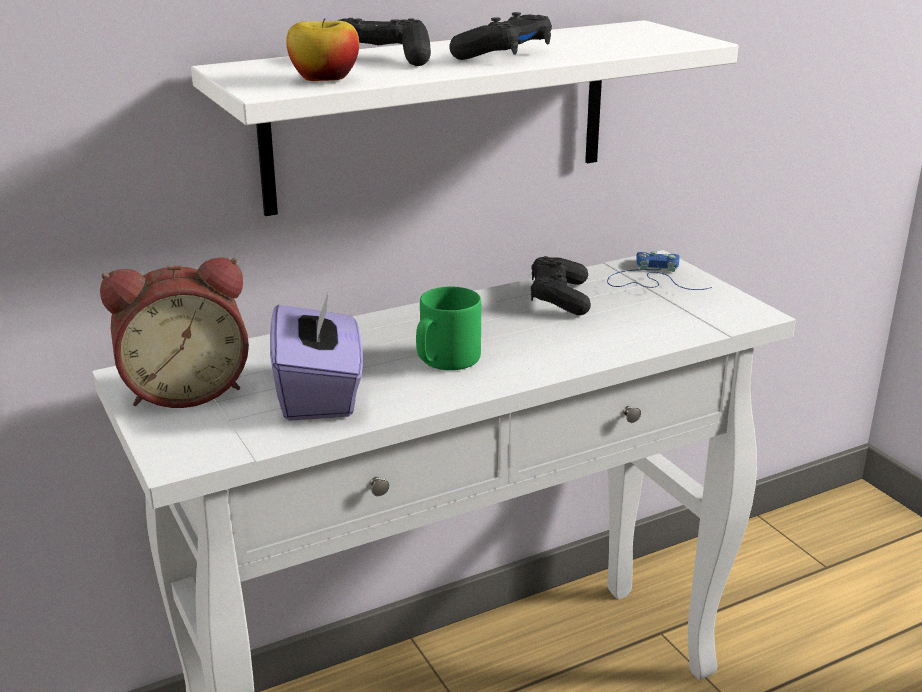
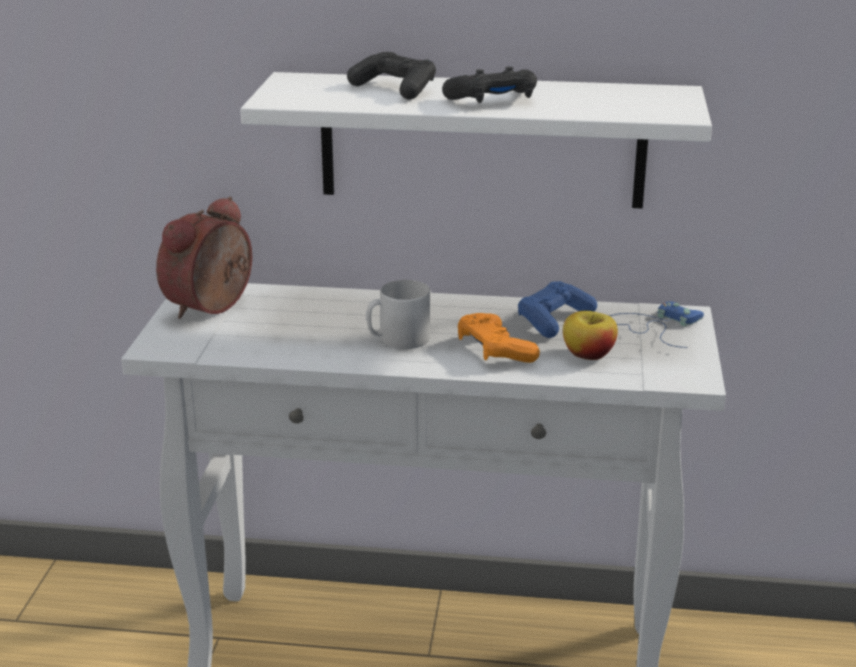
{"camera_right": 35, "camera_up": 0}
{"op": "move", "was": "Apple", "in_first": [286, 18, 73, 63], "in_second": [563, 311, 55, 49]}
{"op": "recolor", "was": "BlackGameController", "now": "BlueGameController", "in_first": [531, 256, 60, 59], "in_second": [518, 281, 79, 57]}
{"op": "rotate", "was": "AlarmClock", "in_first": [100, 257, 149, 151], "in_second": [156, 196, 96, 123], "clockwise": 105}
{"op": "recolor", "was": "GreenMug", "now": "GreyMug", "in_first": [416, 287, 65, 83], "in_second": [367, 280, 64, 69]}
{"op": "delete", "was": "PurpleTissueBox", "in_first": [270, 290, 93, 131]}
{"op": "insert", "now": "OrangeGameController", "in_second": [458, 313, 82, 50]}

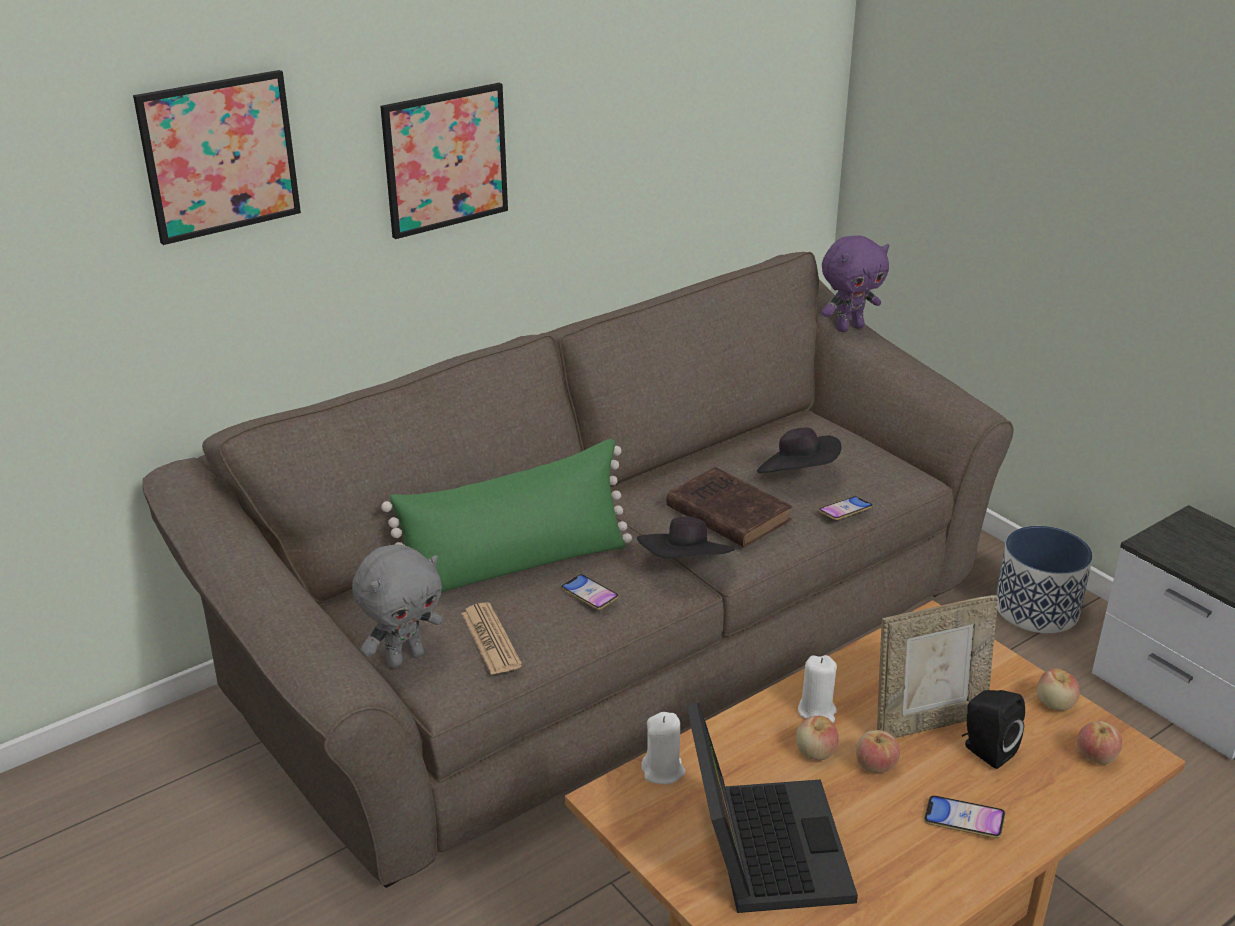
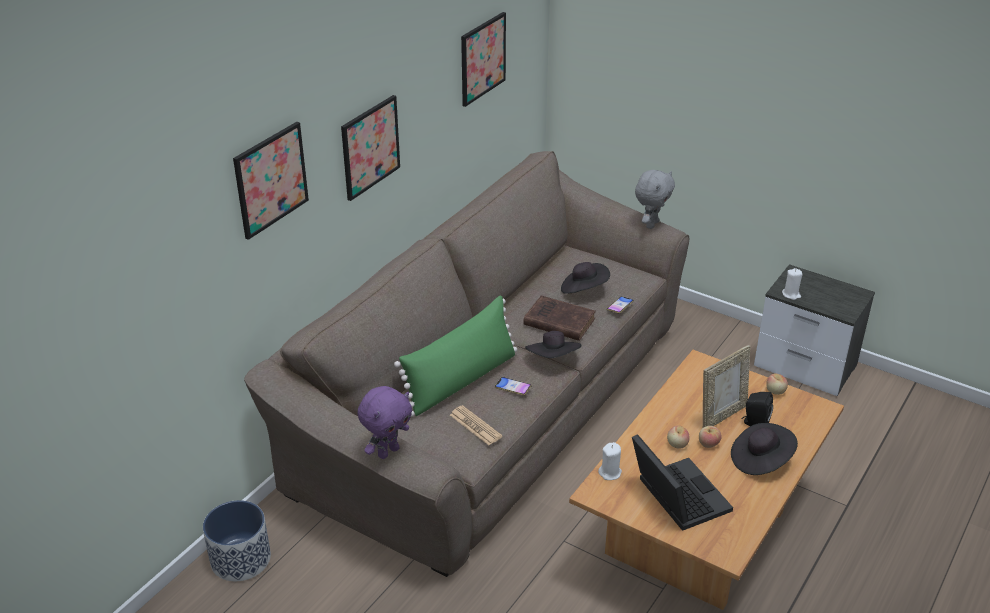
{"camera_right": -20, "camera_up": 5}
{"op": "move", "was": "PurplePlushToy", "in_first": [821, 235, 68, 97], "in_second": [357, 386, 55, 73]}
{"op": "move", "was": "Planter", "in_first": [996, 526, 97, 107], "in_second": [203, 500, 68, 81]}
{"op": "move", "was": "GreyPlushToy", "in_first": [352, 544, 91, 124], "in_second": [635, 170, 40, 59]}
{"op": "move", "was": "WhiteCandle", "in_first": [798, 655, 39, 68], "in_second": [782, 268, 21, 32]}
{"op": "delete", "was": "Apple", "in_first": [1077, 721, 46, 44]}
{"op": "replace", "was": "Phone", "now": "BlackHat", "in_first": [924, 795, 82, 43], "in_second": [731, 423, 67, 52]}
{"op": "insert", "now": "Picture", "in_second": [461, 12, 45, 95]}

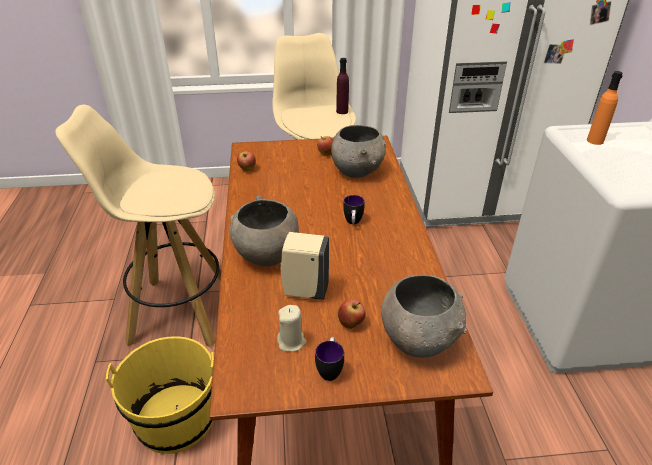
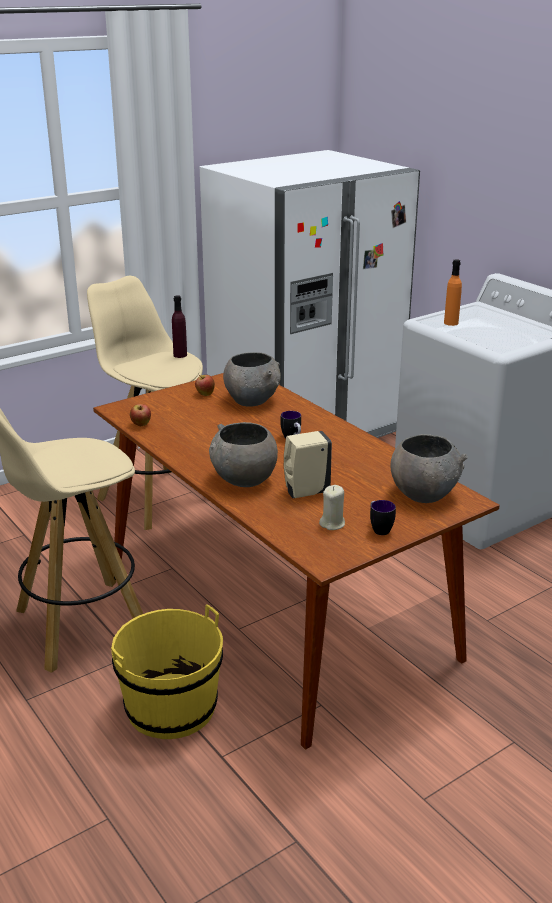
{"camera_right": -30, "camera_up": -10}
{"op": "delete", "was": "Apple", "in_first": [338, 299, 28, 30]}

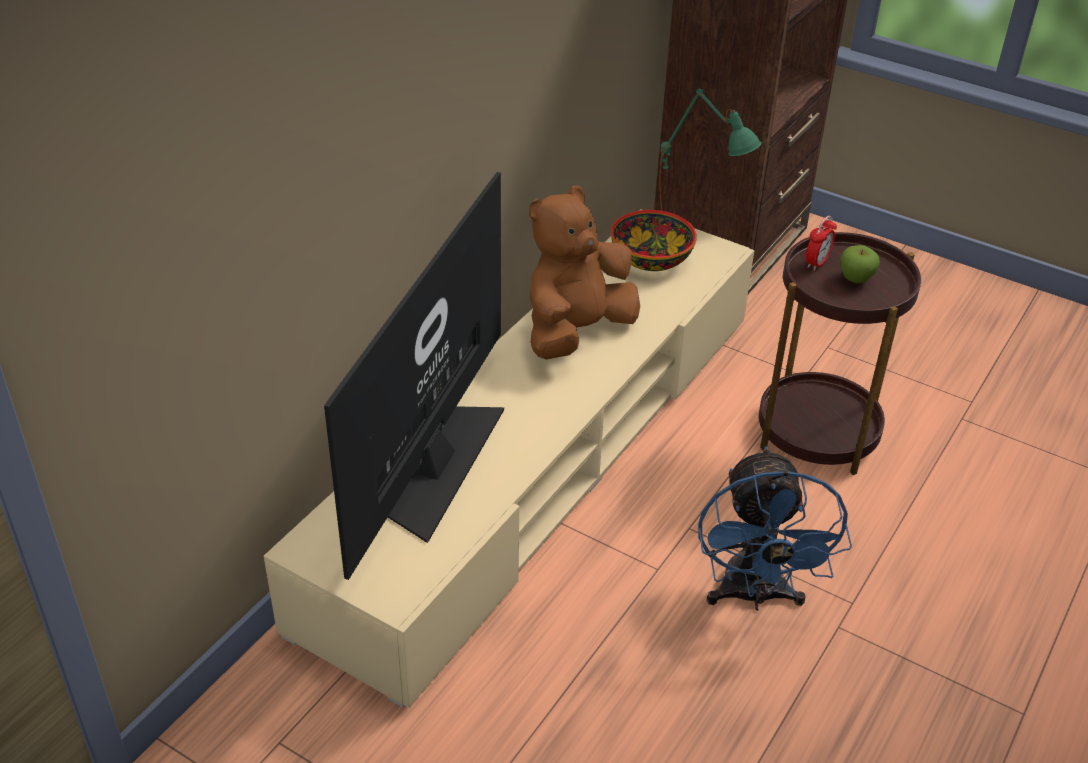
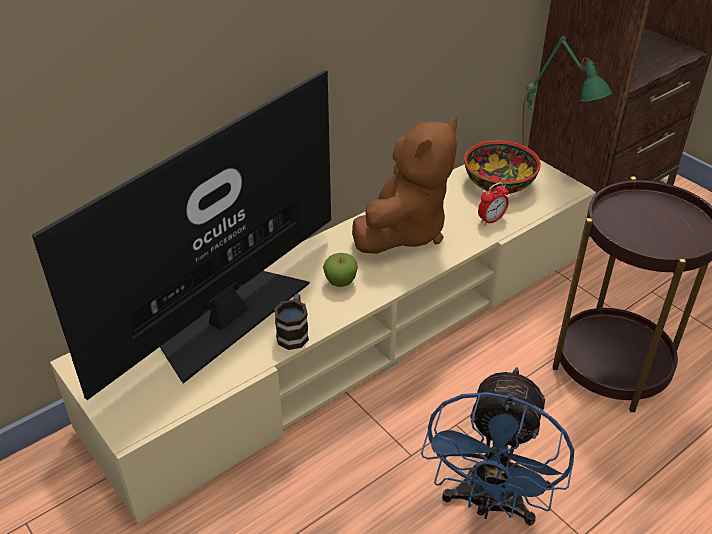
{"camera_right": 20, "camera_up": 0}
{"op": "rotate", "was": "BrownPlushToy", "in_first": [529, 186, 111, 173], "in_second": [352, 118, 105, 136], "clockwise": 150}
{"op": "move", "was": "AlarmClock", "in_first": [806, 216, 31, 55], "in_second": [478, 182, 31, 44]}
{"op": "move", "was": "Apple", "in_first": [840, 245, 40, 38], "in_second": [323, 253, 35, 34]}
{"op": "insert", "now": "Mug", "in_second": [274, 294, 35, 56]}

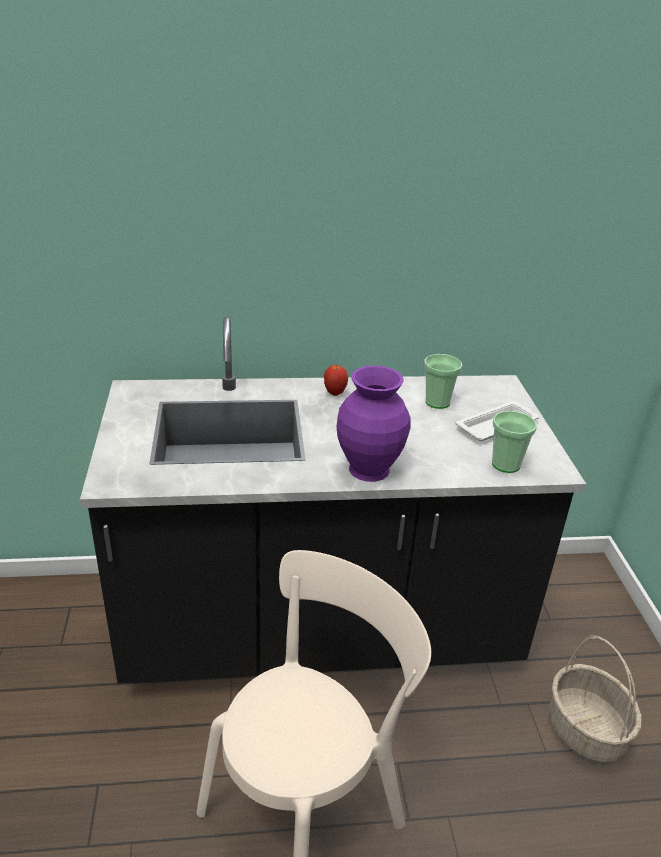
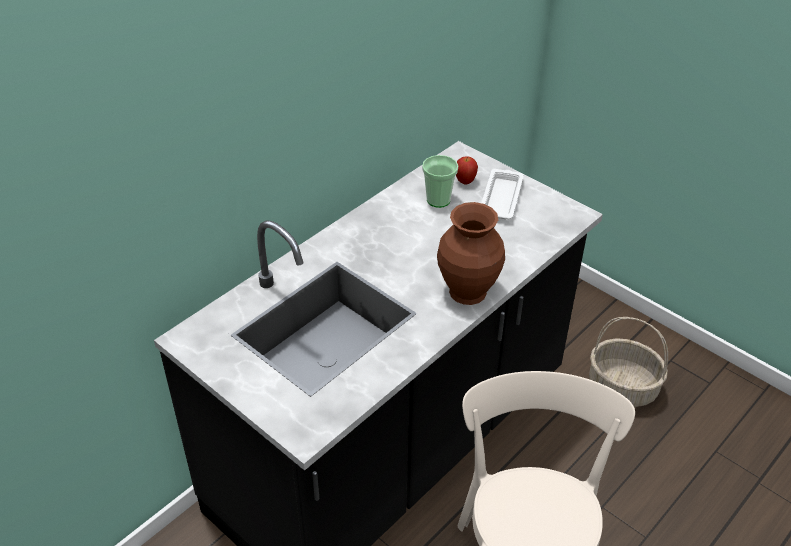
{"camera_right": -40, "camera_up": 10}
{"op": "move", "was": "Apple", "in_first": [324, 365, 24, 31], "in_second": [456, 156, 22, 28]}
{"op": "recolor", "was": "PurpleVase", "now": "BrownVase", "in_first": [336, 365, 75, 117], "in_second": [437, 202, 68, 103]}
{"op": "delete", "was": "Cup", "in_first": [492, 411, 45, 62]}

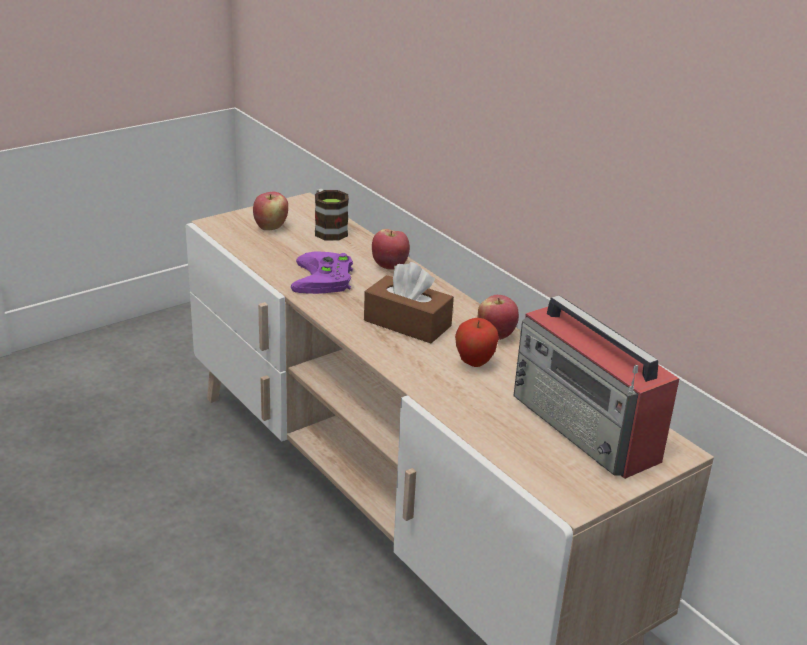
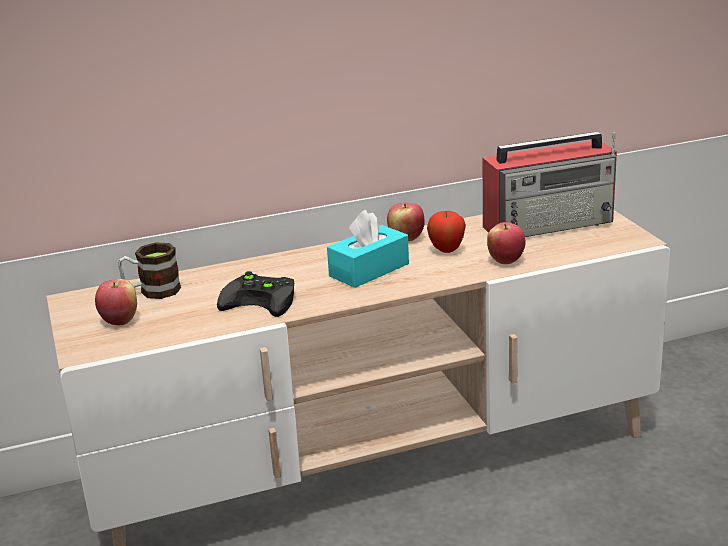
{"camera_right": -70, "camera_up": -5}
{"op": "move", "was": "Apple", "in_first": [372, 229, 38, 41], "in_second": [487, 222, 39, 42]}
{"op": "recolor", "was": "PurpleGameController", "now": "BlackGameController", "in_first": [291, 251, 62, 43], "in_second": [217, 271, 77, 46]}
{"op": "recolor", "was": "BrownTissueBox", "now": "TurquoiseTissueBox", "in_first": [364, 262, 90, 82], "in_second": [327, 210, 82, 78]}

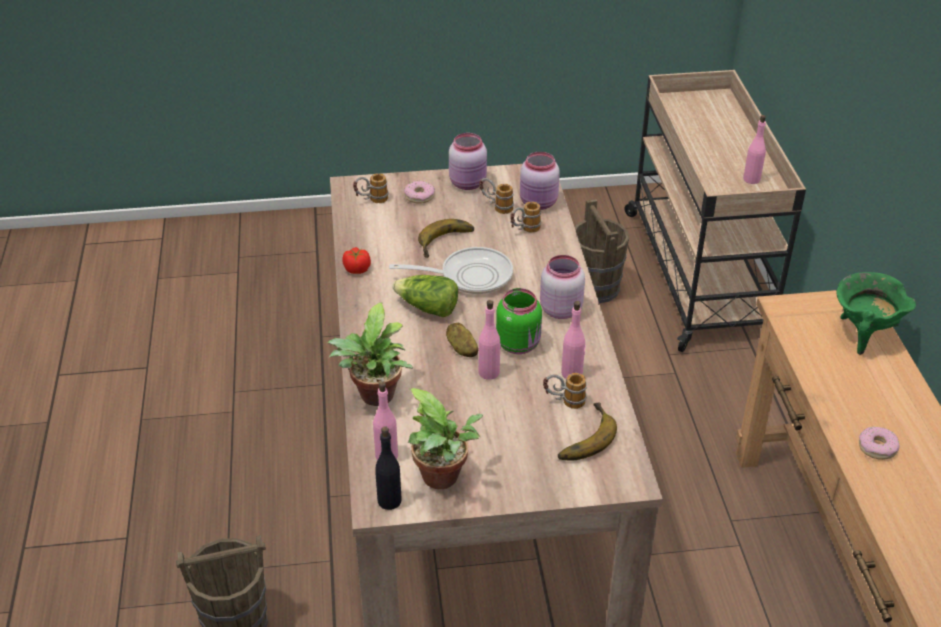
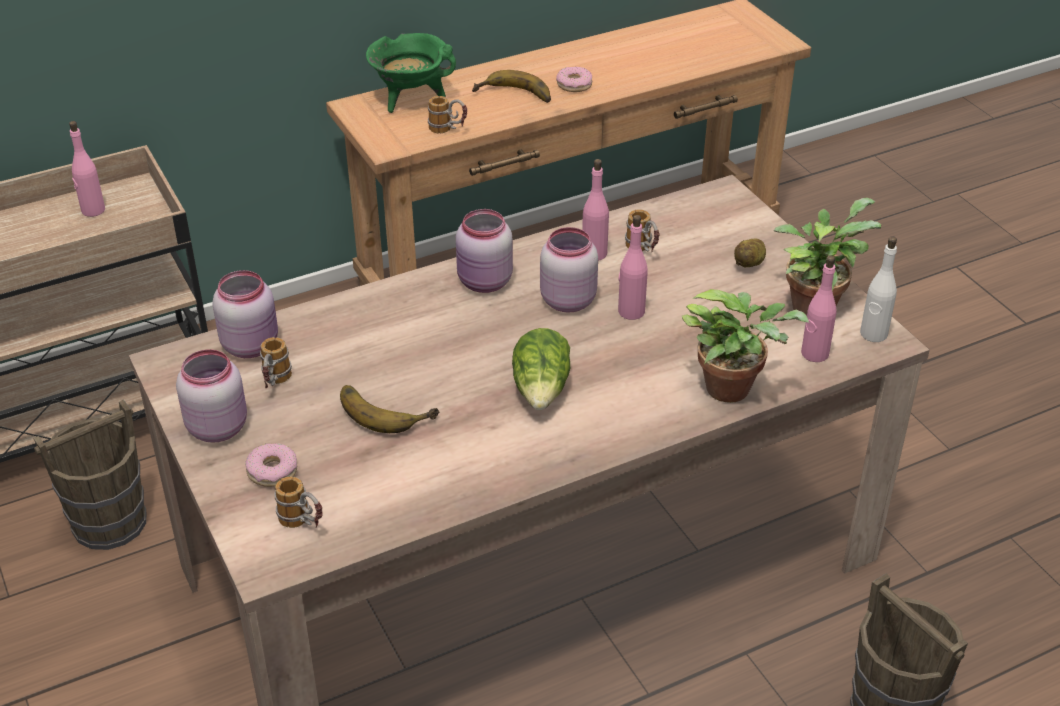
{"camera_right": -110, "camera_up": 0}
{"op": "move", "was": "Mug", "in_first": [510, 202, 31, 31], "in_second": [428, 96, 39, 37]}
{"op": "delete", "was": "Tomato", "in_first": [342, 247, 29, 27]}
{"op": "delete", "was": "FryingPan", "in_first": [389, 247, 124, 47]}
{"op": "recolor", "was": "GreenJar", "now": "PinkJar", "in_first": [496, 288, 46, 66], "in_second": [540, 227, 58, 85]}
{"op": "move", "was": "Potato", "in_first": [446, 322, 32, 35], "in_second": [734, 239, 32, 29]}
{"op": "move", "was": "Banana", "in_first": [558, 402, 59, 59], "in_second": [472, 70, 79, 33]}
{"op": "recolor", "was": "BlackBottle", "now": "WhiteBottle", "in_first": [375, 426, 27, 84], "in_second": [860, 236, 37, 106]}

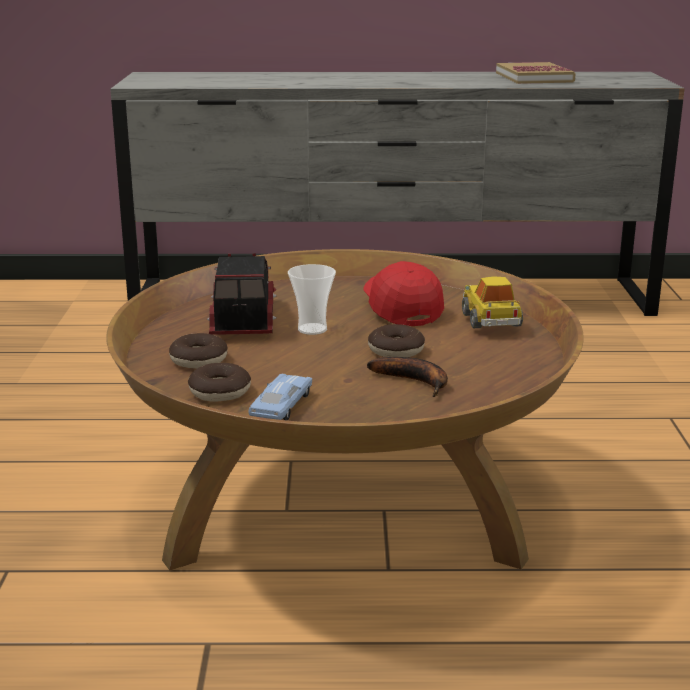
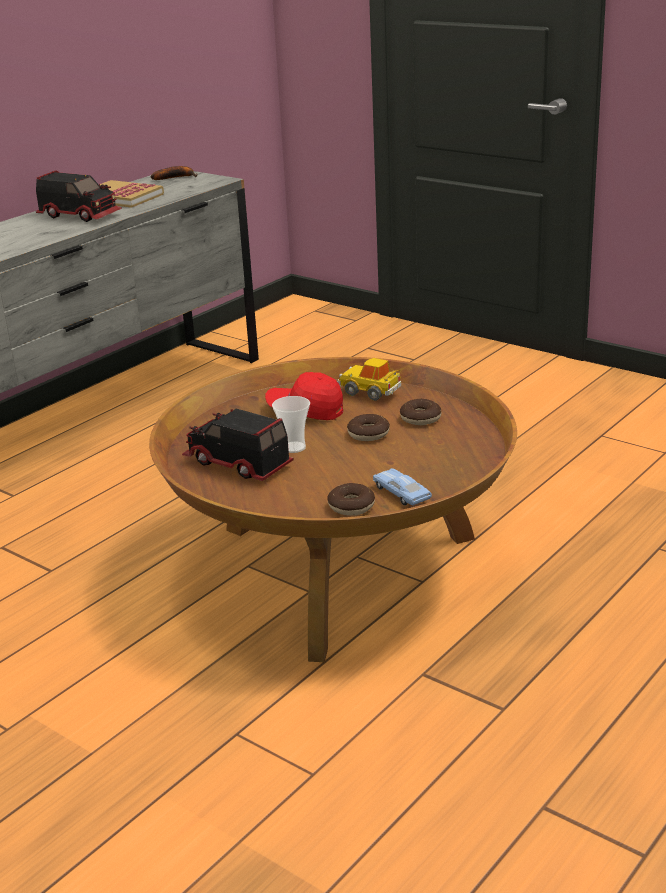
{"camera_right": -50, "camera_up": 5}
{"op": "move", "was": "Donut", "in_first": [169, 333, 59, 36], "in_second": [400, 399, 41, 26]}
{"op": "move", "was": "Banana", "in_first": [367, 357, 81, 40], "in_second": [151, 166, 46, 14]}
{"op": "insert", "now": "ToyTruck", "in_second": [36, 170, 86, 52]}

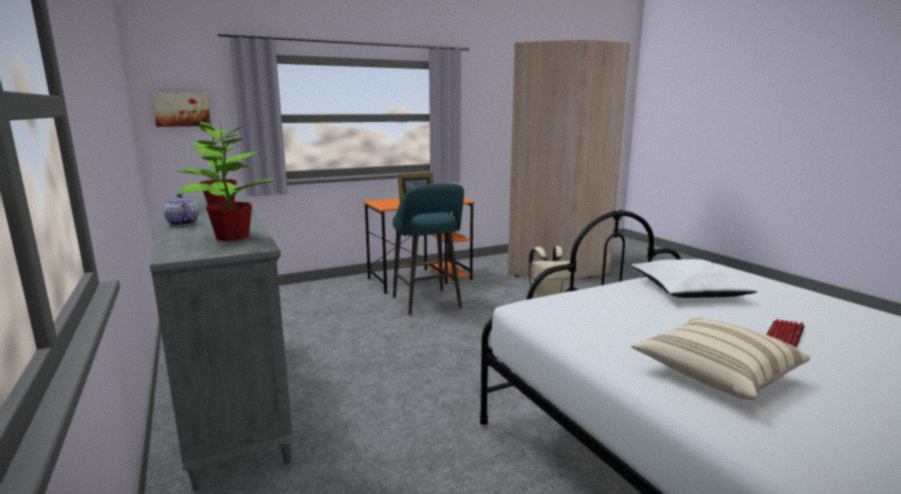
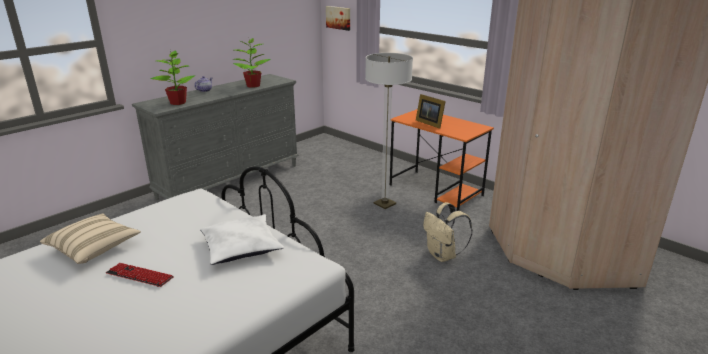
{"camera_right": 70, "camera_up": 10}
{"op": "replace", "was": "TurquoiseStool", "now": "FloorLamp", "in_first": [393, 183, 71, 132], "in_second": [365, 53, 48, 156]}

